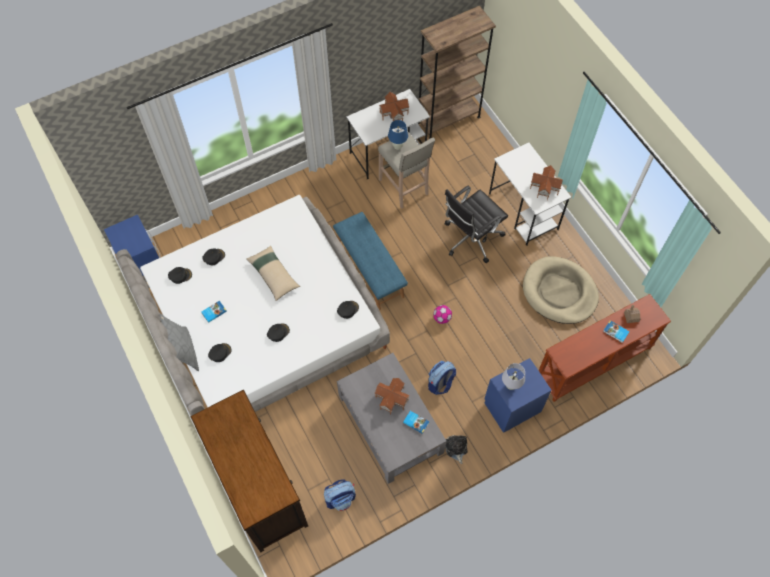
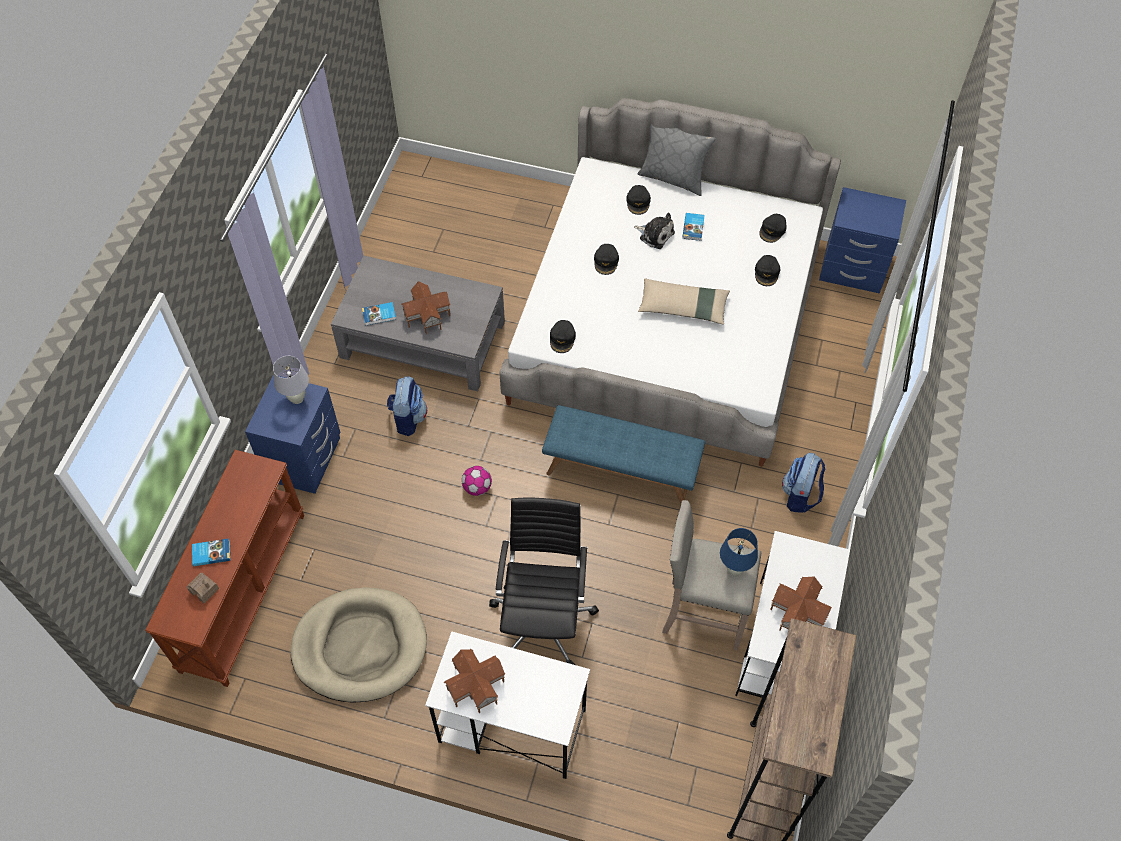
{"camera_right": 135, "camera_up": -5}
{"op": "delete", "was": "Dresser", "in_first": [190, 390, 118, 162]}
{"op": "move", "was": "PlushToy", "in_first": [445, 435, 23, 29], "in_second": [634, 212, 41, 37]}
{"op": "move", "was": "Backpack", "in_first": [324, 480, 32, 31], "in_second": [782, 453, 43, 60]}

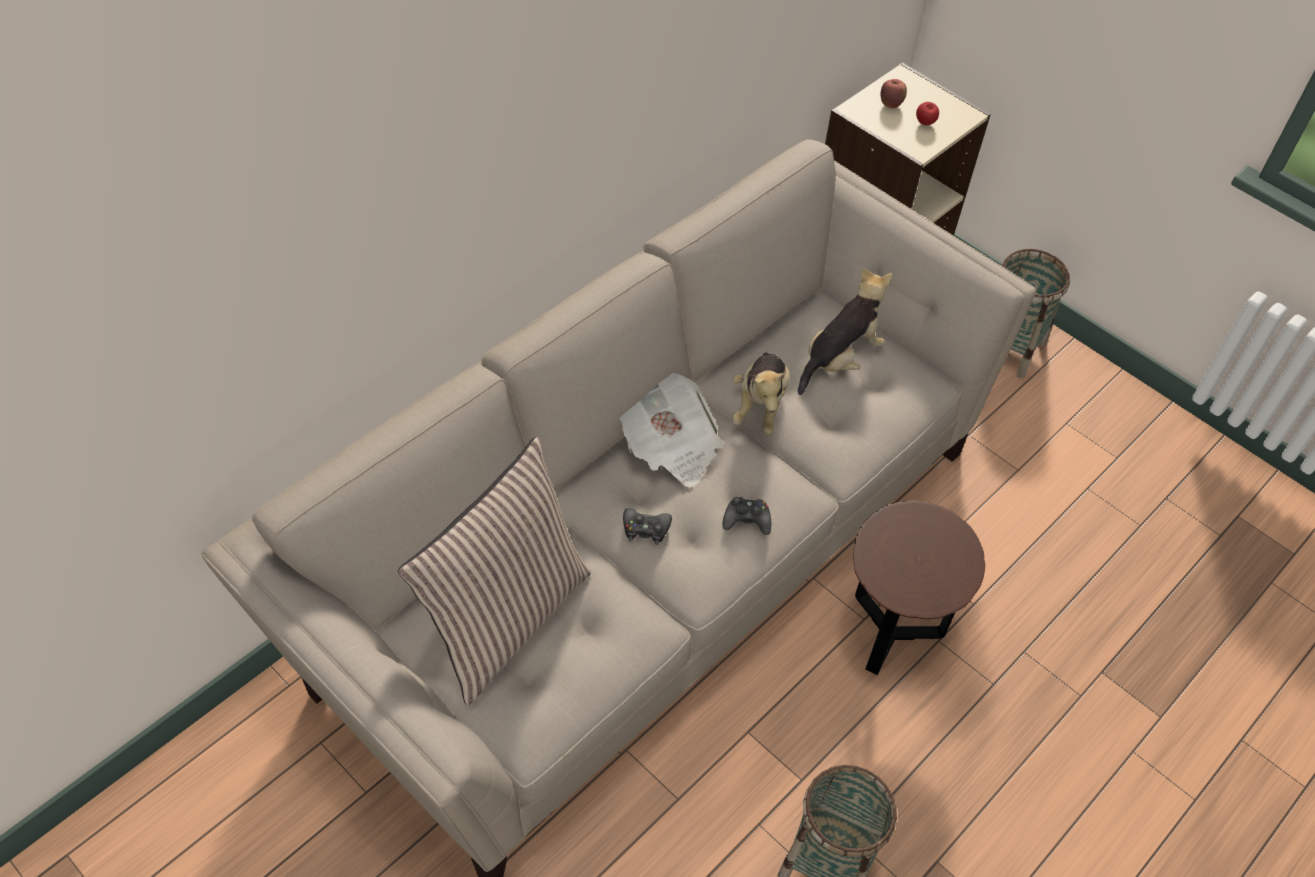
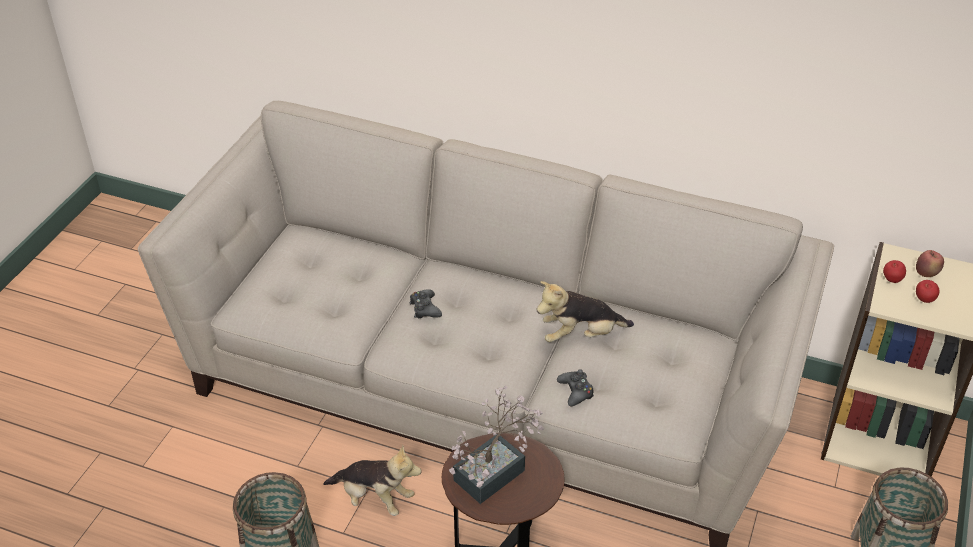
{"camera_right": 70, "camera_up": -10}
{"op": "move", "was": "PlushToy", "in_first": [798, 267, 94, 128], "in_second": [323, 445, 99, 71]}
{"op": "delete", "was": "Newspaper", "in_first": [620, 373, 103, 115]}
{"op": "delete", "was": "Pillow", "in_first": [398, 436, 193, 270]}
{"op": "move", "was": "BlackGameController", "in_first": [722, 497, 49, 38], "in_second": [557, 369, 37, 37]}
{"op": "insert", "now": "Apple", "in_second": [883, 260, 23, 23]}
{"op": "insert", "now": "PottedPlant", "in_second": [449, 386, 96, 118]}

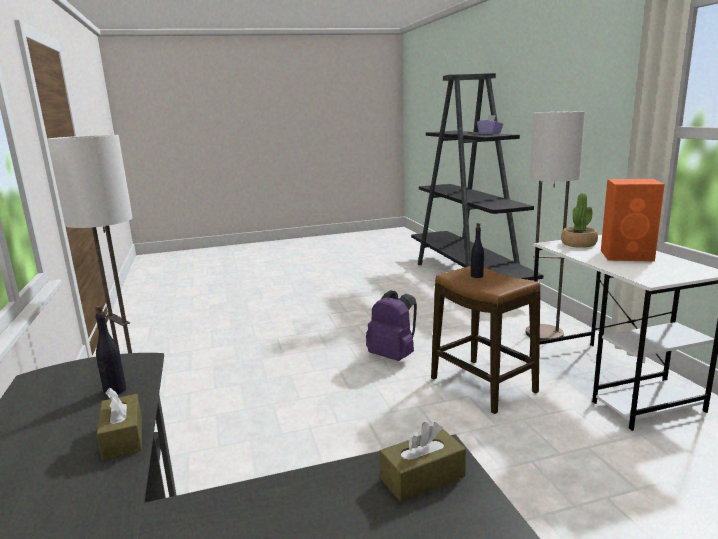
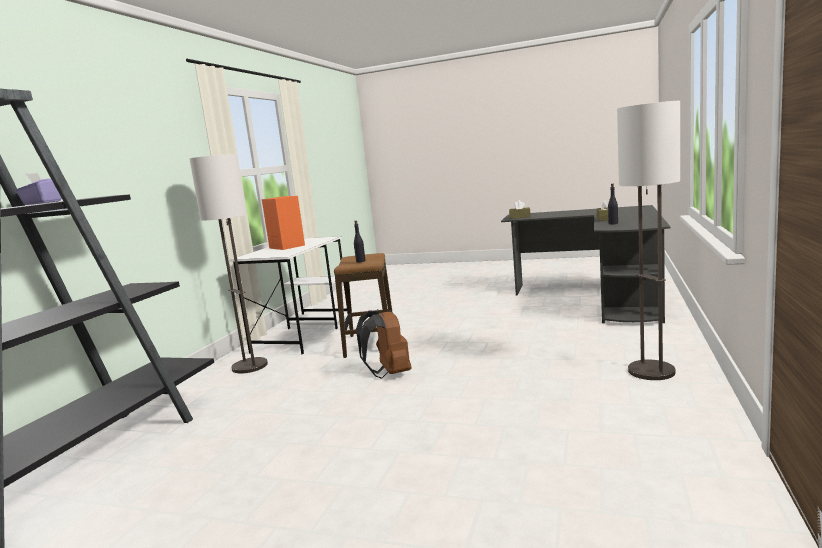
{"camera_right": -145, "camera_up": -5}
{"op": "delete", "was": "PottedPlant", "in_first": [561, 193, 37, 55]}
{"op": "recolor", "was": "PurpleBackpack", "now": "BrownBackpack", "in_first": [366, 290, 51, 71], "in_second": [356, 309, 55, 70]}

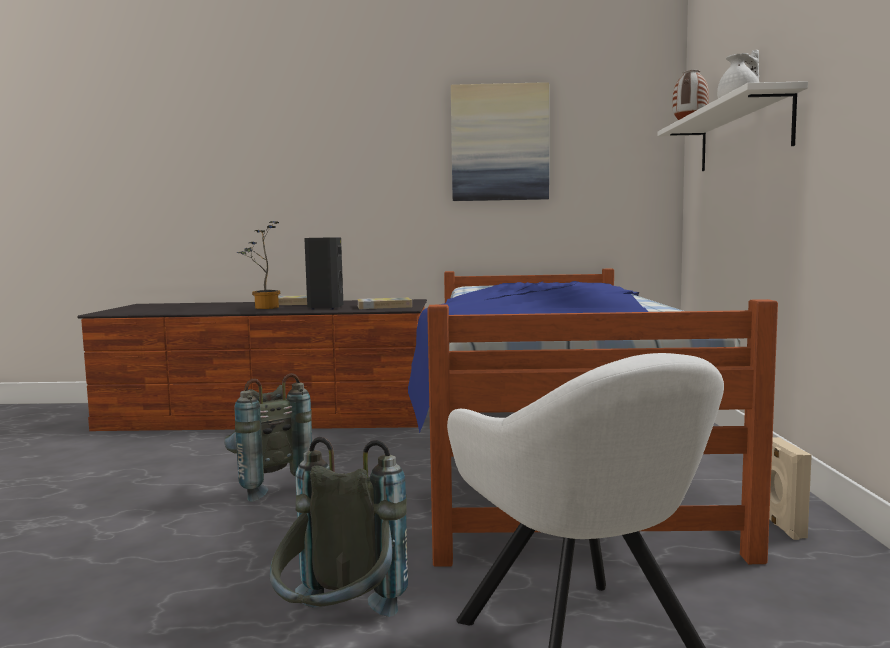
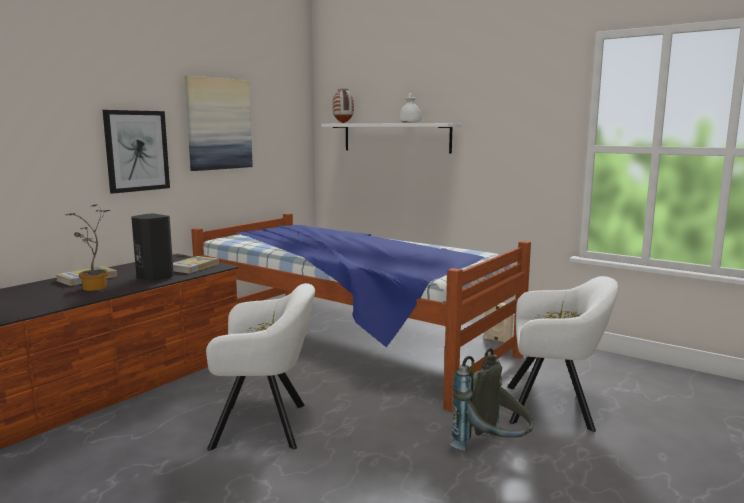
{"camera_right": -55, "camera_up": 5}
{"op": "replace", "was": "GreyBackpack", "now": "WhiteArmchair", "in_first": [224, 373, 88, 129], "in_second": [206, 283, 109, 168]}
{"op": "insert", "now": "Picture", "in_second": [103, 110, 67, 84]}

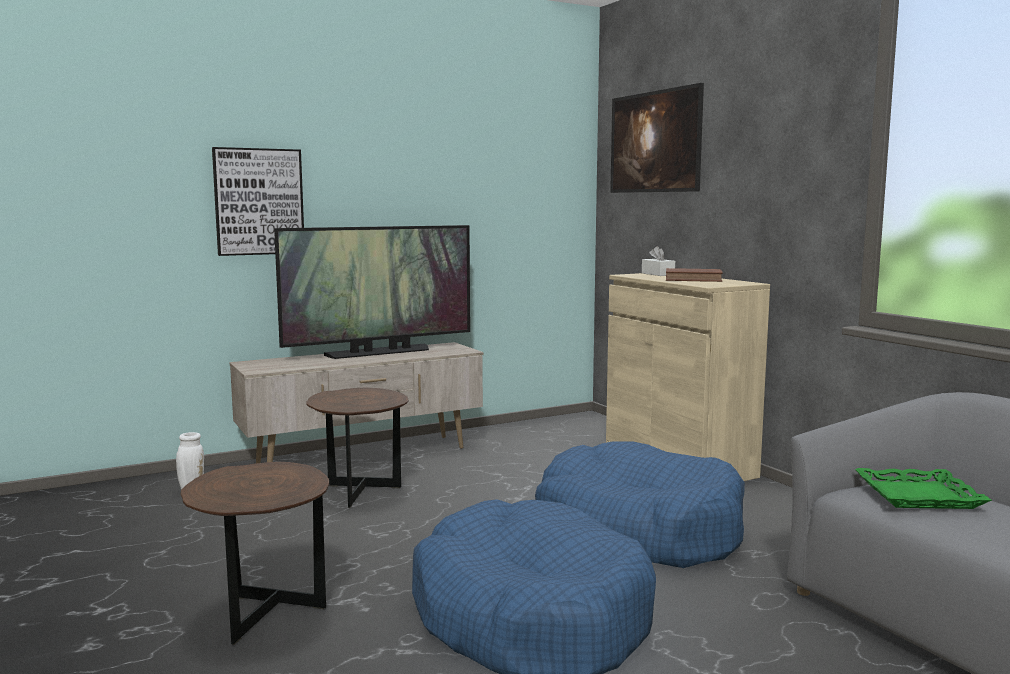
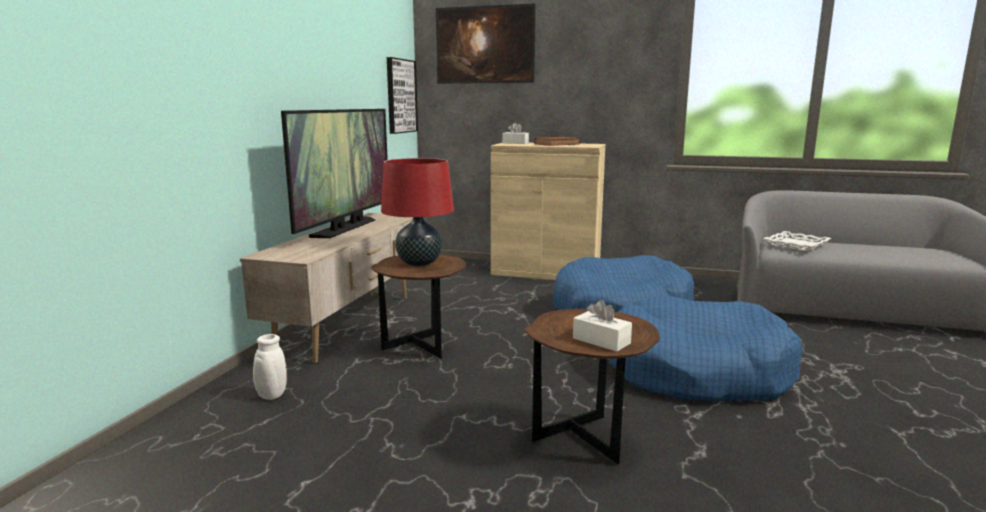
{"camera_right": -45, "camera_up": 5}
{"op": "move", "was": "Picture", "in_first": [212, 147, 92, 109], "in_second": [387, 57, 31, 77]}
{"op": "recolor", "was": "GreenTray", "now": "WhiteTray", "in_first": [855, 468, 137, 41], "in_second": [763, 231, 68, 20]}
{"op": "insert", "now": "RedTableLamp", "in_second": [381, 158, 73, 108]}
{"op": "insert", "now": "WhiteTissueBox", "in_second": [573, 300, 59, 52]}

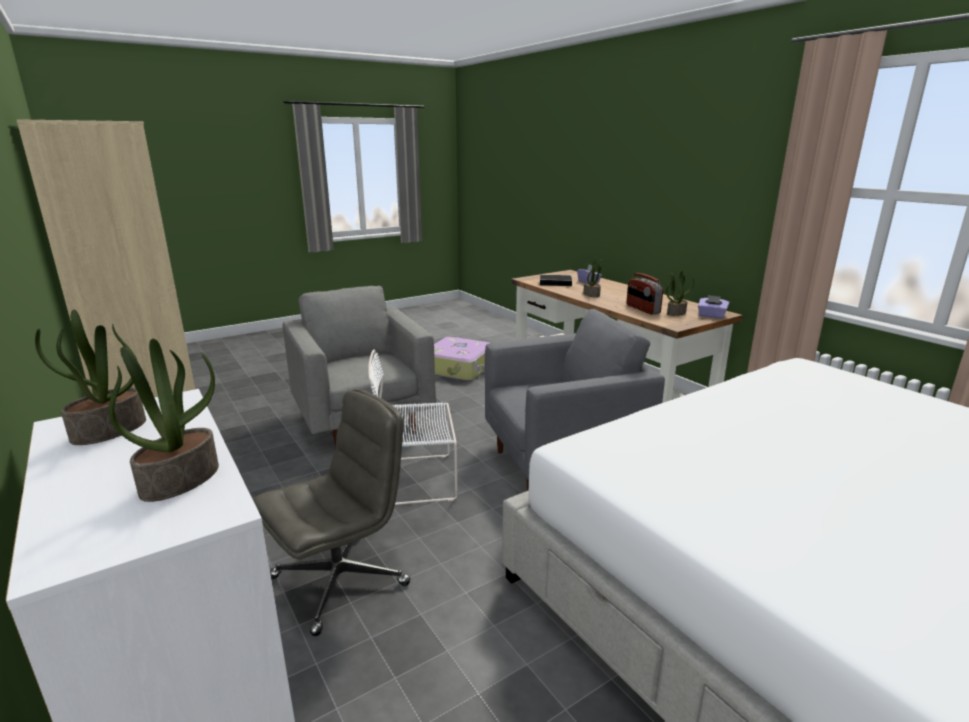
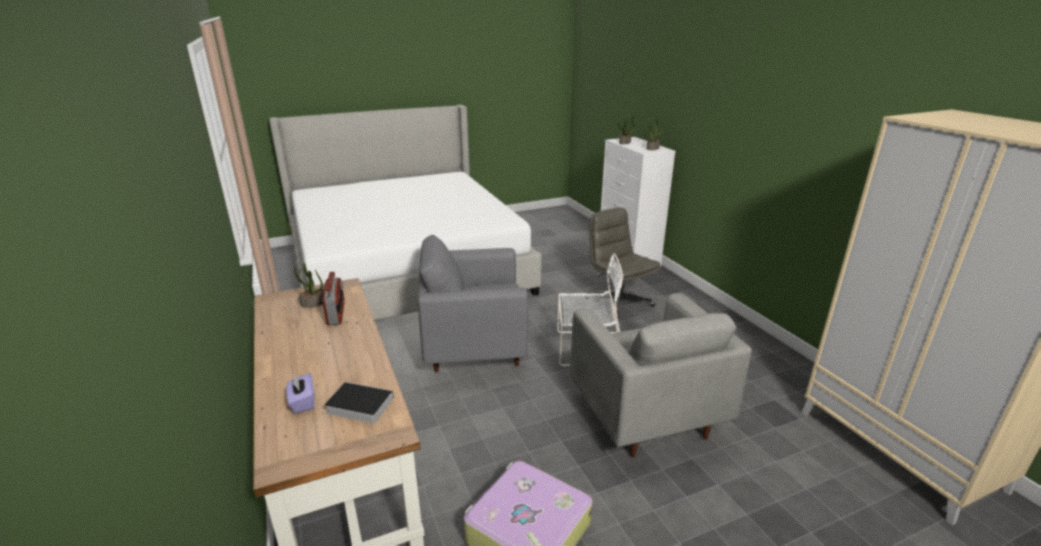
{"camera_right": -170, "camera_up": 5}
{"op": "delete", "was": "PottedPlant", "in_first": [583, 257, 19, 40]}
{"op": "delete", "was": "PurpleTissueBox", "in_first": [698, 295, 31, 24]}
{"op": "rotate", "was": "GreyOfficeChair", "in_first": [253, 389, 157, 247], "in_second": [586, 207, 75, 111], "clockwise": 90}

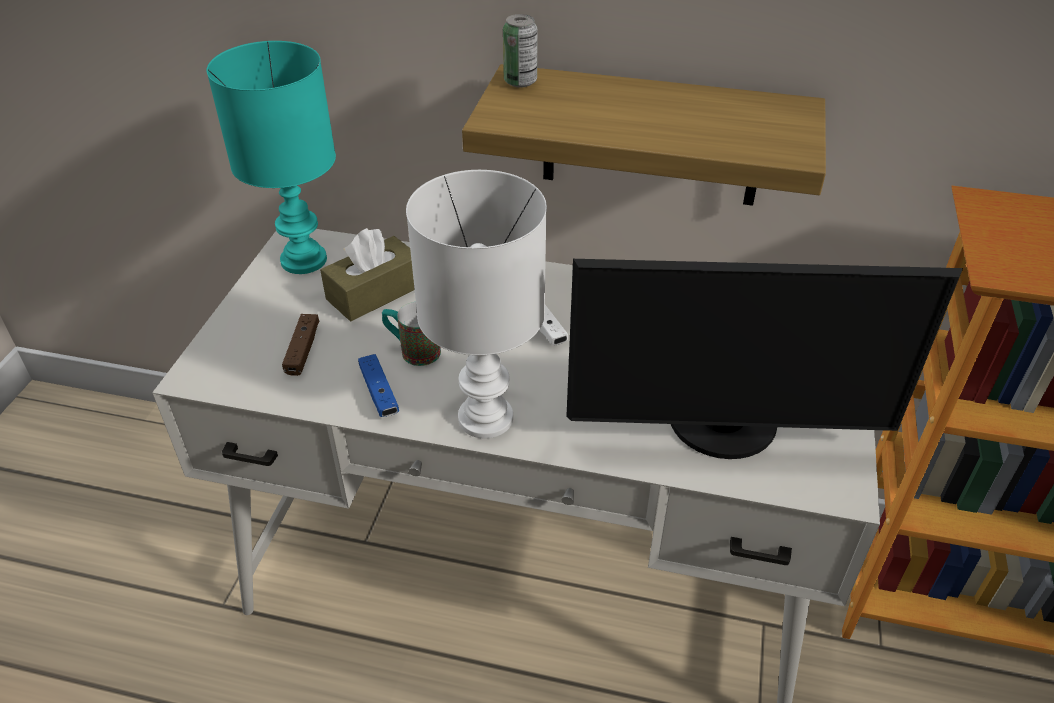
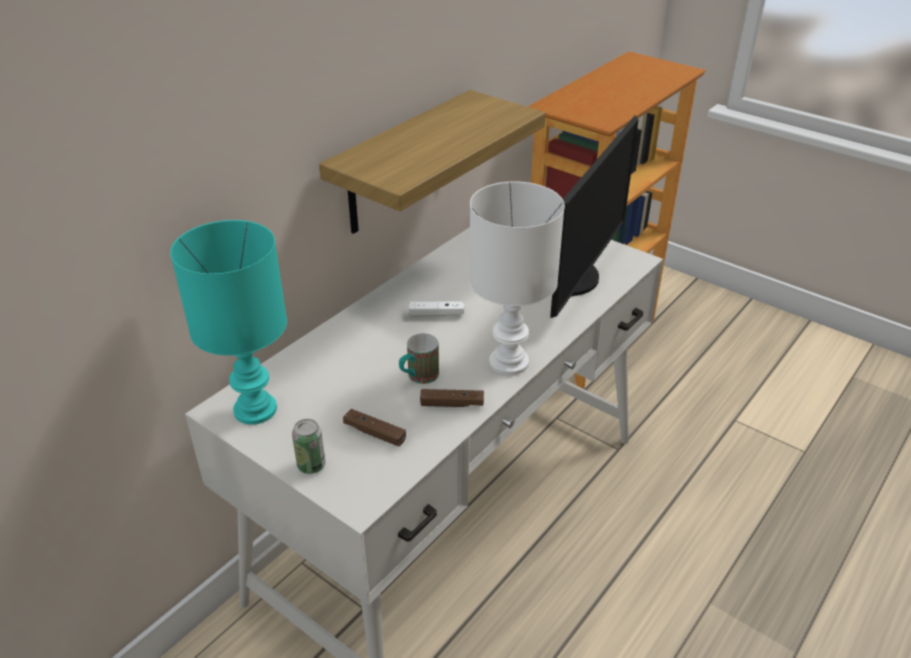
{"camera_right": -65, "camera_up": -5}
{"op": "move", "was": "Can", "in_first": [503, 14, 35, 74], "in_second": [292, 419, 34, 55]}
{"op": "delete", "was": "BrownTissueBox", "in_first": [320, 228, 95, 93]}
{"op": "recolor", "was": "BlueGameController", "now": "BrownGameController", "in_first": [358, 354, 41, 63], "in_second": [420, 389, 64, 18]}

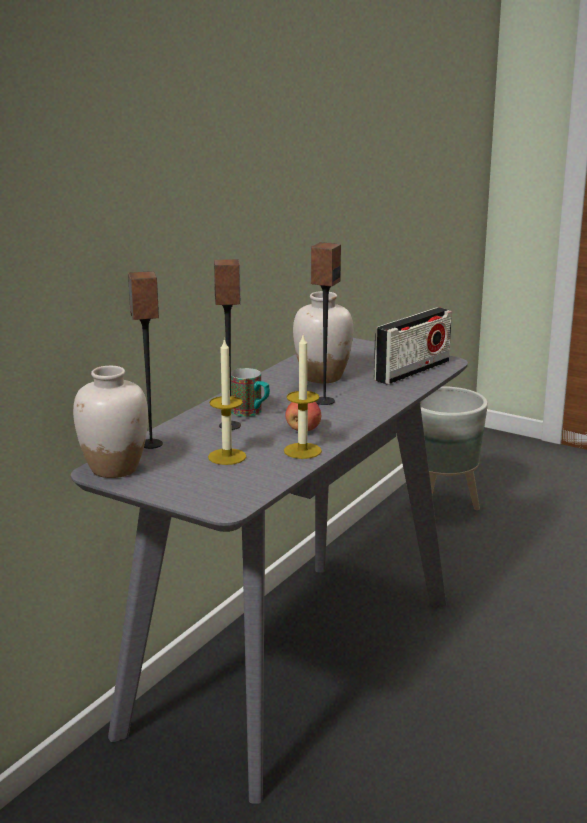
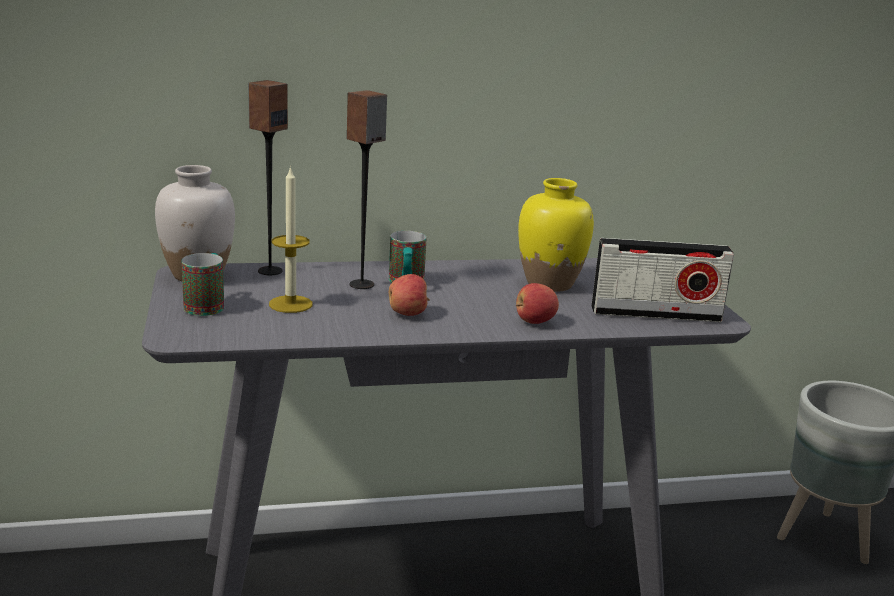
{"camera_right": 45, "camera_up": 0}
{"op": "delete", "was": "Speaker", "in_first": [310, 242, 31, 163]}
{"op": "recolor", "was": "WhiteVase", "now": "YellowVase", "in_first": [293, 291, 60, 92], "in_second": [518, 178, 76, 114]}
{"op": "delete", "was": "Candle", "in_first": [284, 333, 38, 126]}
{"op": "insert", "now": "Mug", "in_second": [181, 253, 43, 63]}
{"op": "insert", "now": "Apple", "in_second": [516, 283, 43, 41]}

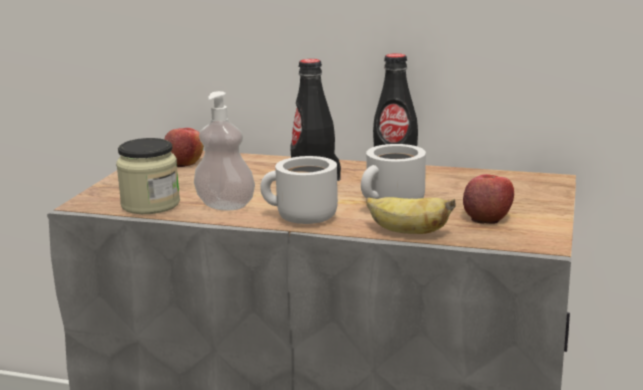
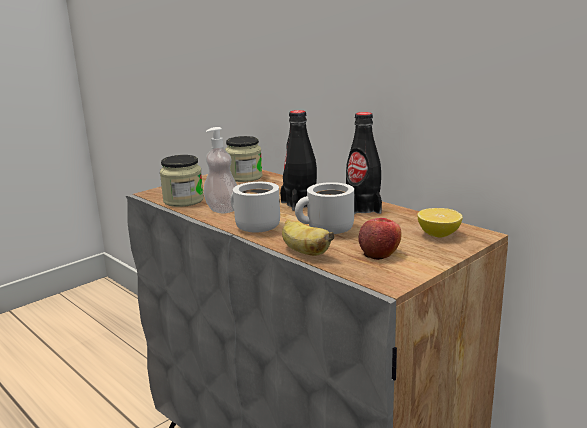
{"camera_right": 30, "camera_up": 0}
{"op": "replace", "was": "Apple", "now": "Jar", "in_first": [164, 128, 40, 39], "in_second": [225, 136, 38, 46]}
{"op": "insert", "now": "Lemon", "in_second": [417, 208, 45, 29]}

